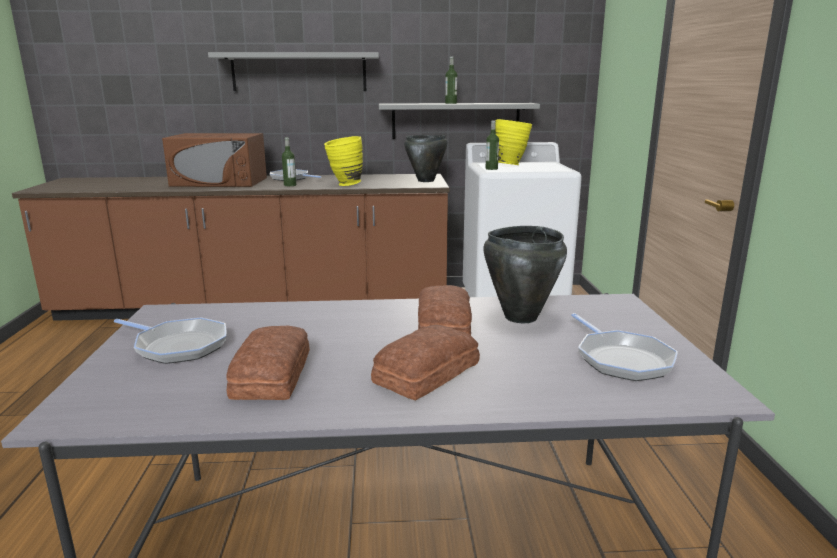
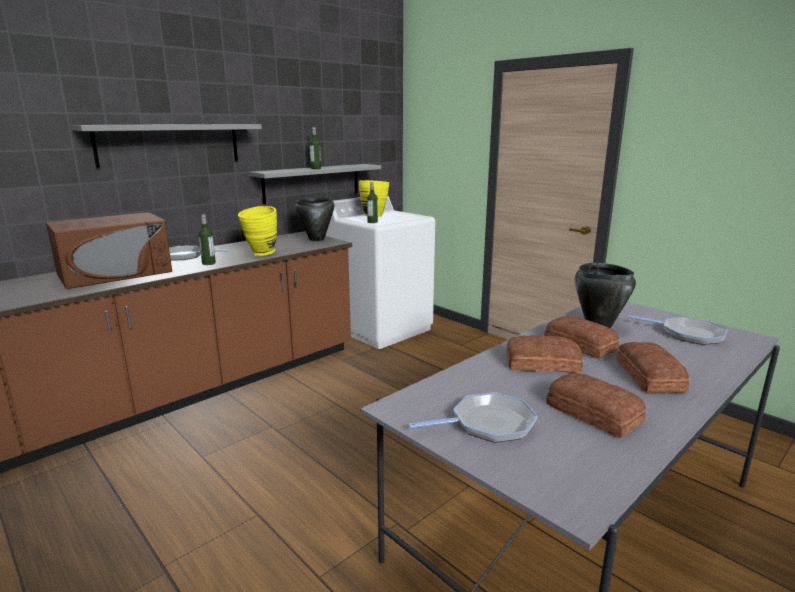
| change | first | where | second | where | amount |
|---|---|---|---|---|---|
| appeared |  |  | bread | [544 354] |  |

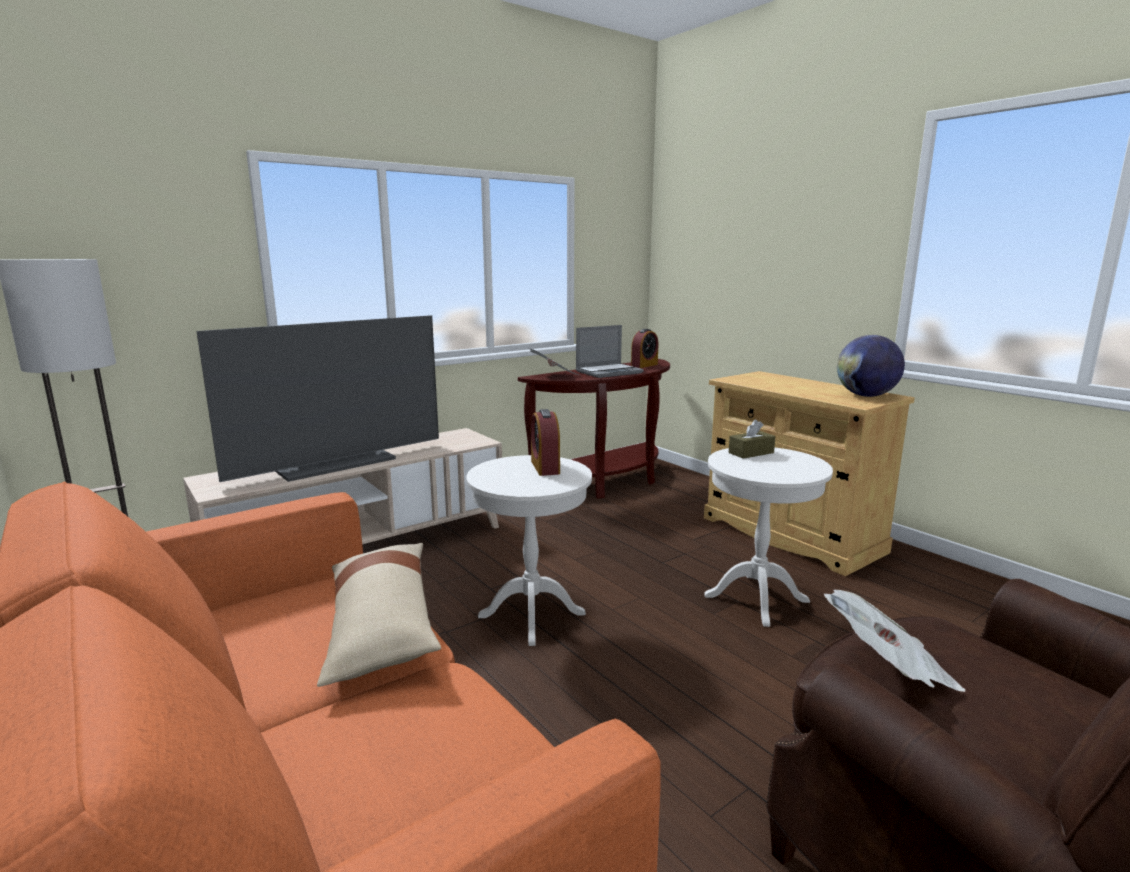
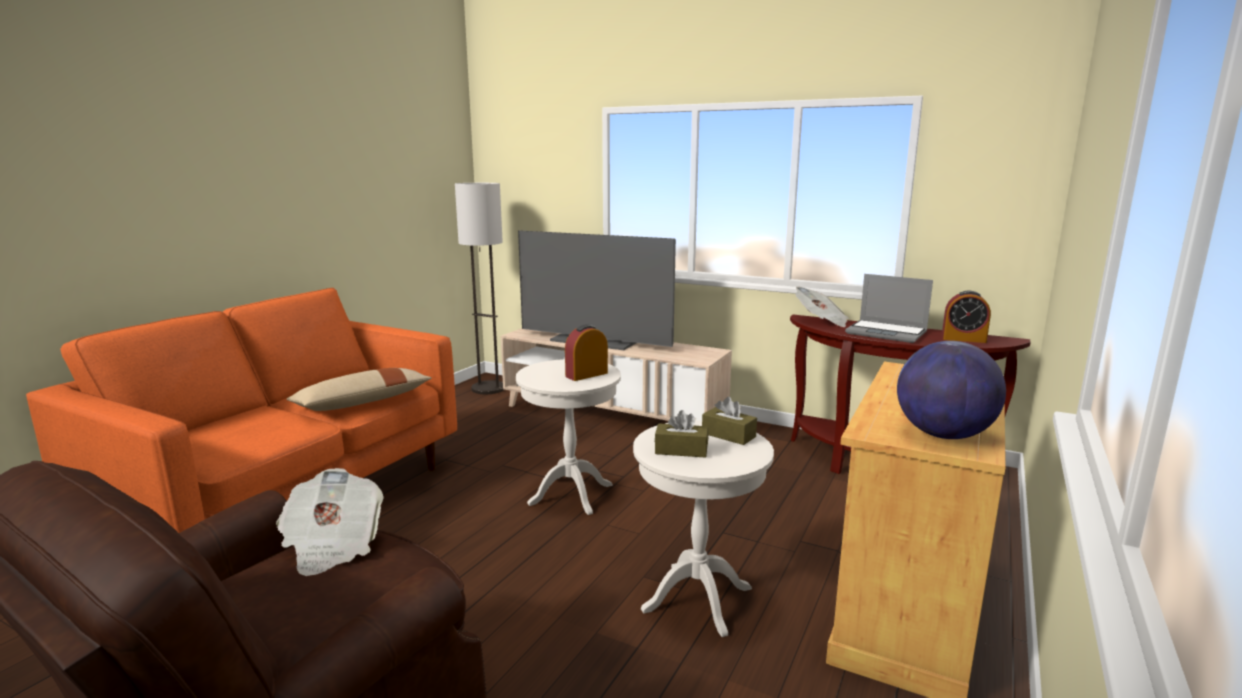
| change | first | where | second | where | amount |
|---|---|---|---|---|---|
| appeared |  |  | brown tissue box | [681 434] |  |

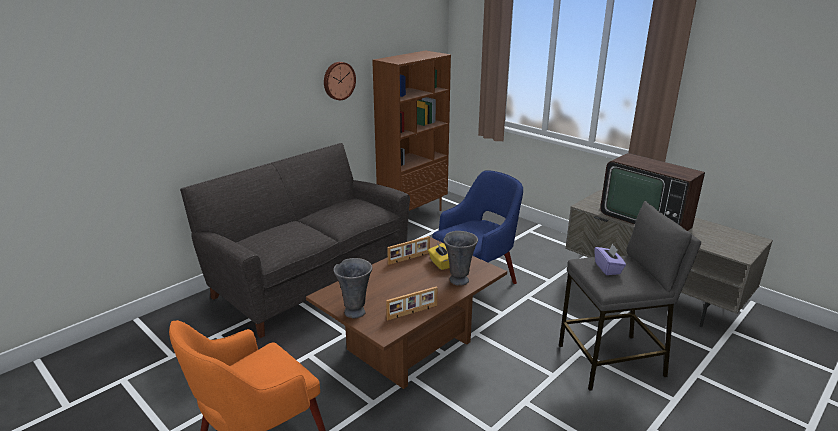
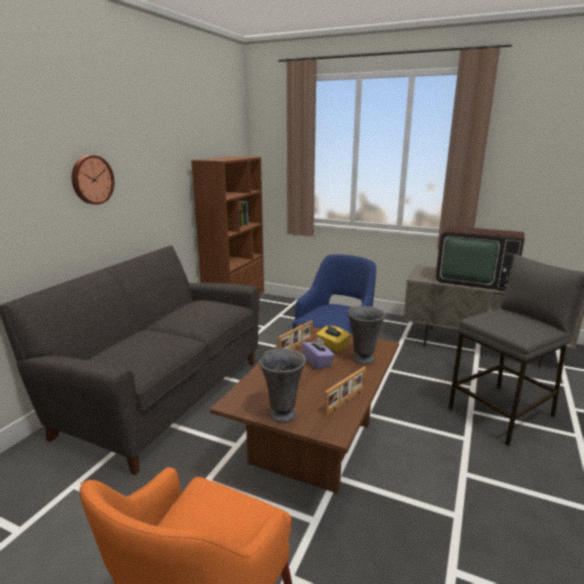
| change | first | where | second | where | amount |
|---|---|---|---|---|---|
| relocated | wall clock | [340 81] |  | [93 180] |  |
| relocated | purple tissue box | [610 259] |  | [318 353] |  |

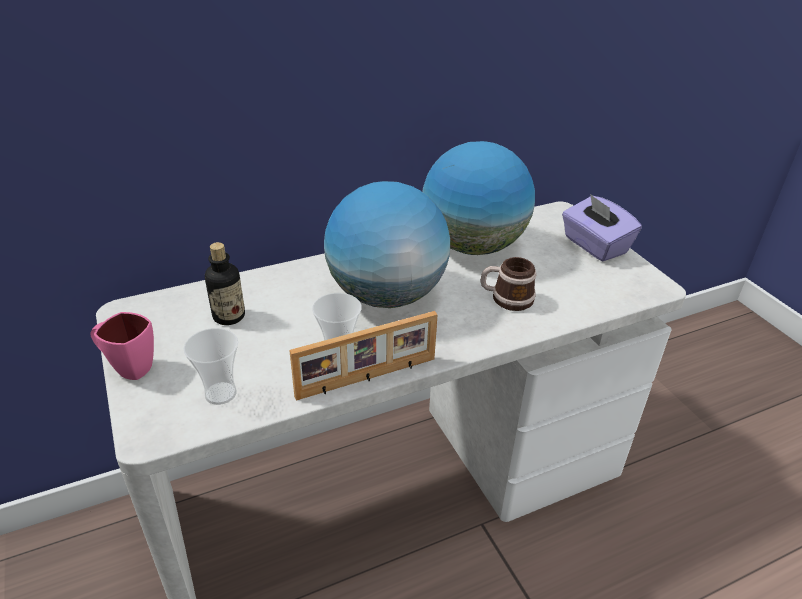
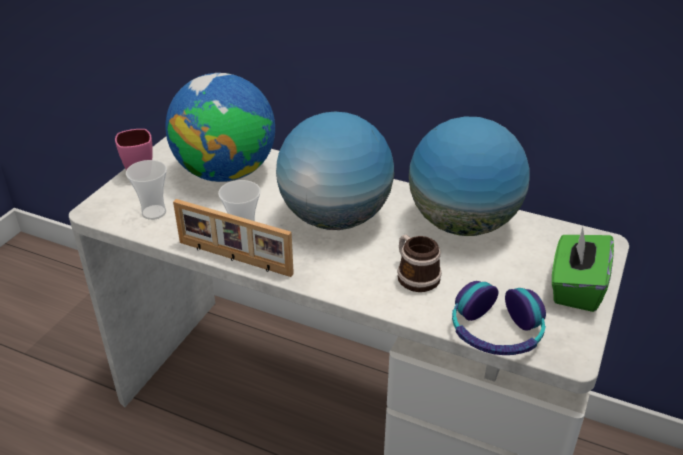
| change | first | where | second | where | amount |
|---|---|---|---|---|---|
| exchanged | bottle | [225 283] | globe | [220 127] |  |
| colour | purple tissue box | [602 228] | green tissue box | [583 269] |  |
| appeared |  |  | headphones | [499 318] |  |

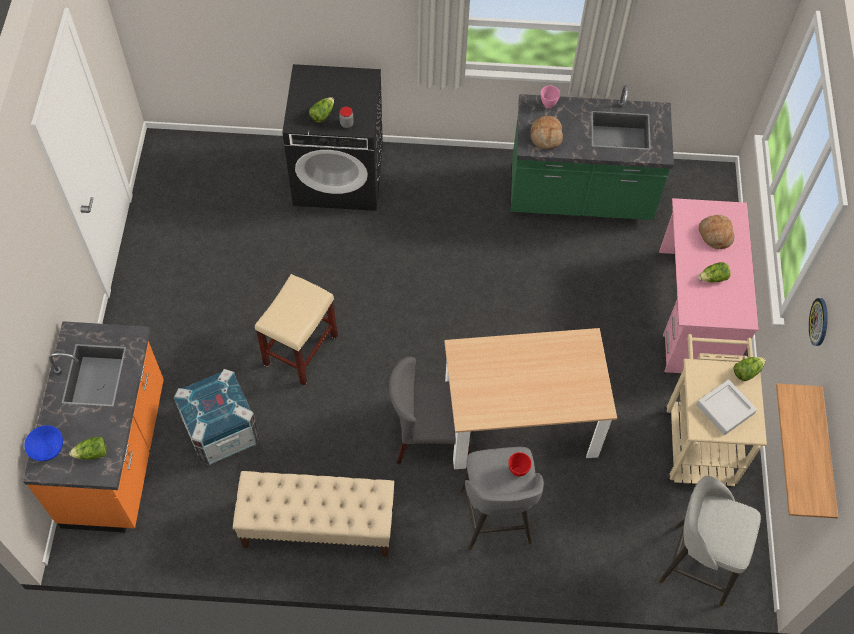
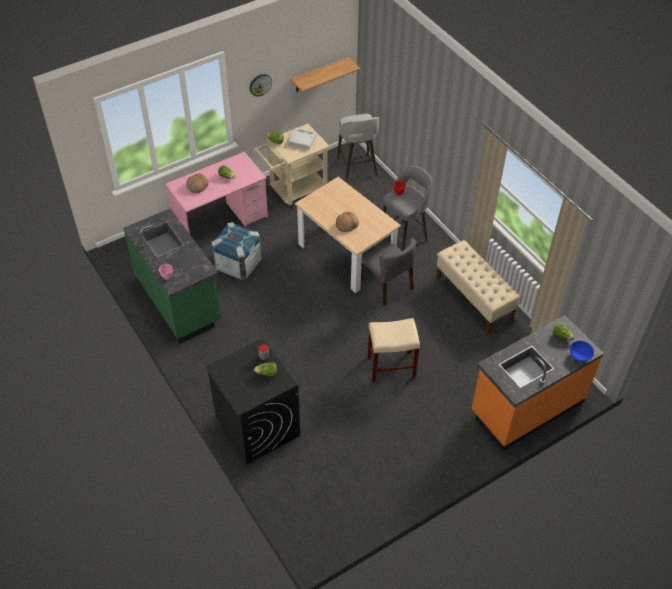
| change | first | where | second | where | amount |
|---|---|---|---|---|---|
| relocated | crate | [217 417] |  | [236 251] |  |
| relocated | bread | [547 132] |  | [347 221] |  |

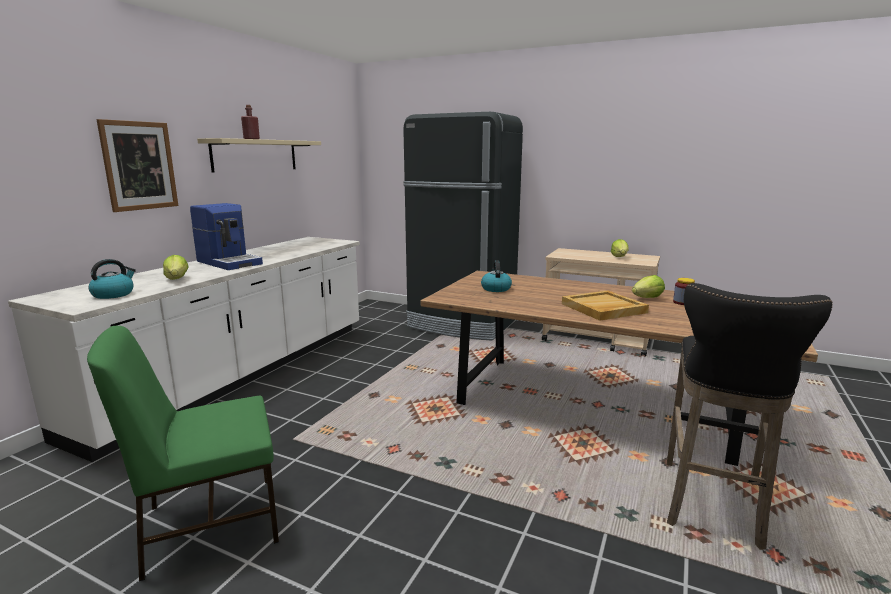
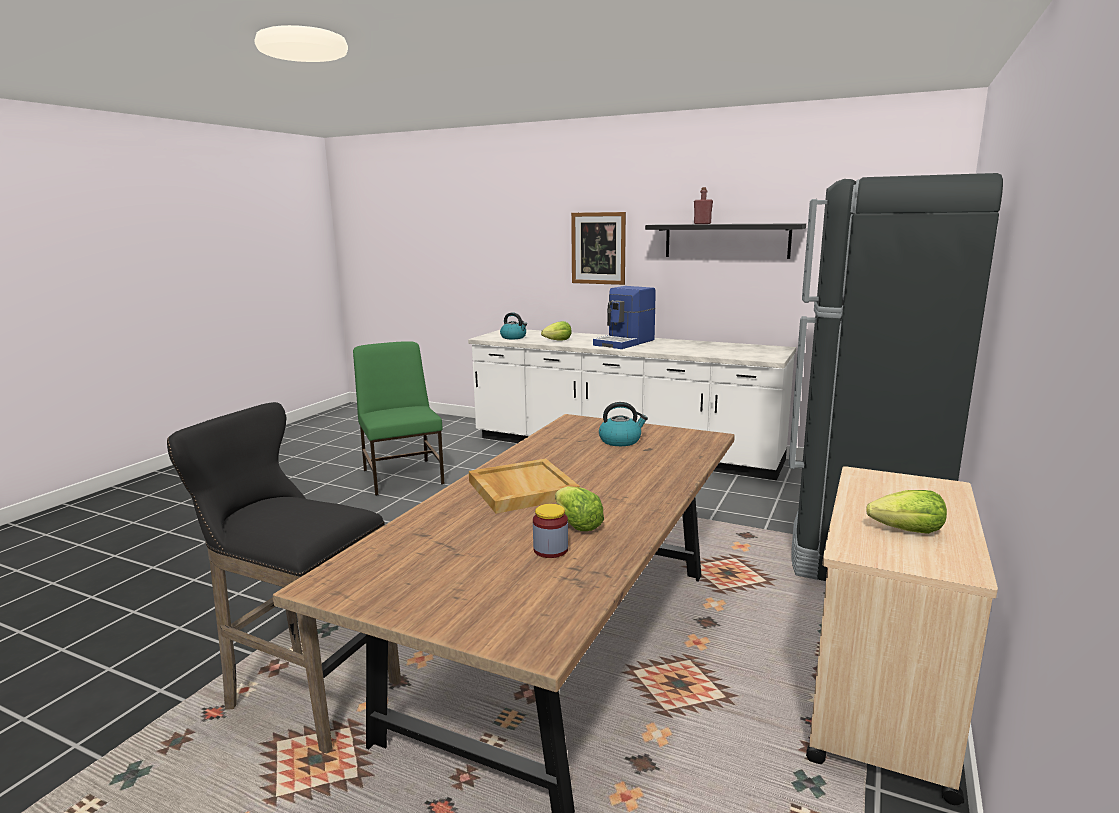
| change | first | where | second | where | amount |
|---|---|---|---|---|---|
| colour | beige shelf | [259 155] | black shelf | [725 241] |  |

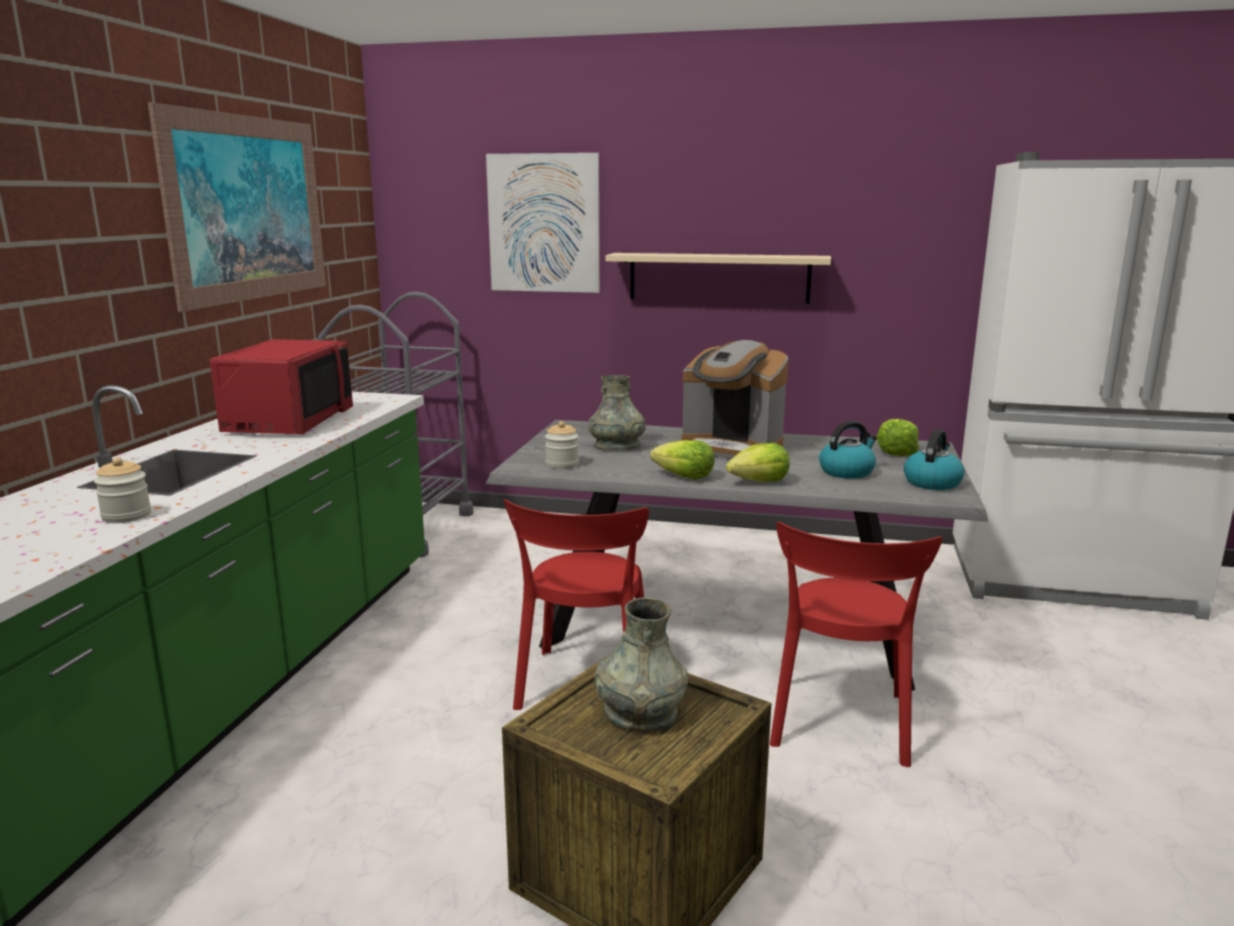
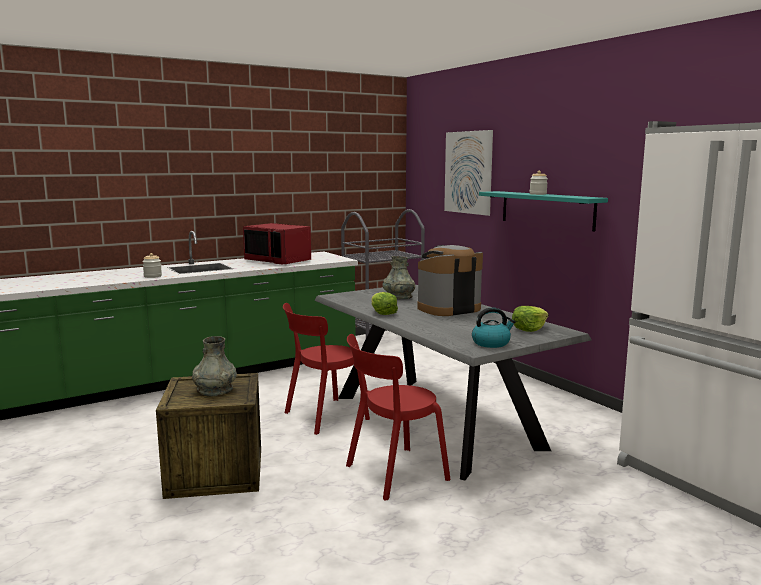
| change | first | where | second | where | amount |
|---|---|---|---|---|---|
| missing | picture | [237 207] |  |  |  |
| spun | red microwave | [281 387] |  | [277 243] | 75 degrees clockwise |
| relocated | jar | [562 445] |  | [539 183] |  |
| colour | beige shelf | [718 278] | turquoise shelf | [543 211] |  |
| spun | coffee machine | [735 399] |  | [450 280] | 75 degrees clockwise |
| missing | lettuce | [758 462] |  |  |  |
| missing | kettle | [848 450] |  |  |  |

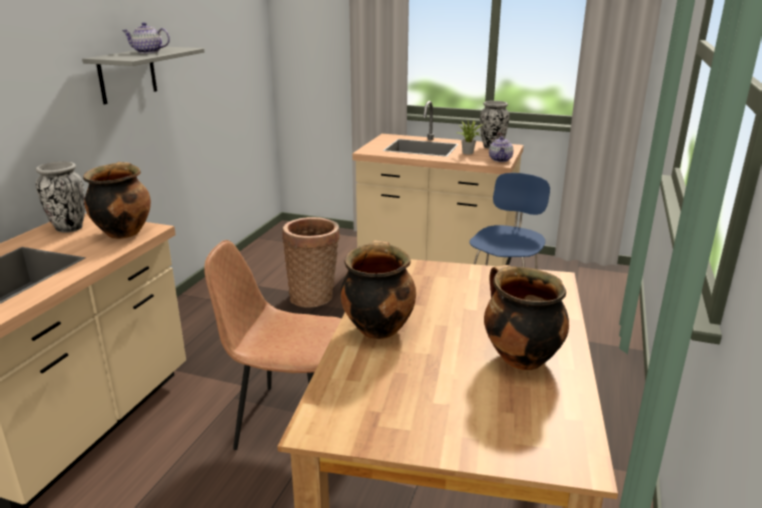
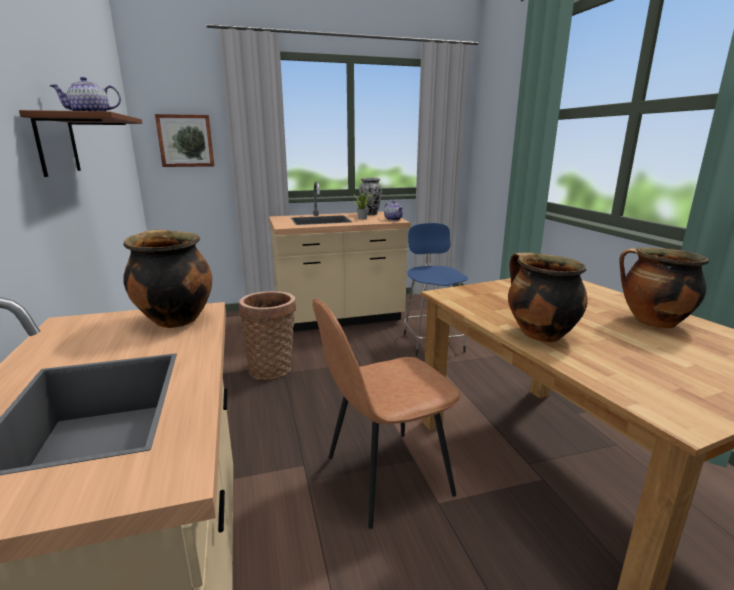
| change | first | where | second | where | amount |
|---|---|---|---|---|---|
| missing | vase | [60 197] |  |  |  |
| colour | grey shelf | [143 75] | brown shelf | [80 143] |  |
| appeared |  |  | picture | [184 140] |  |

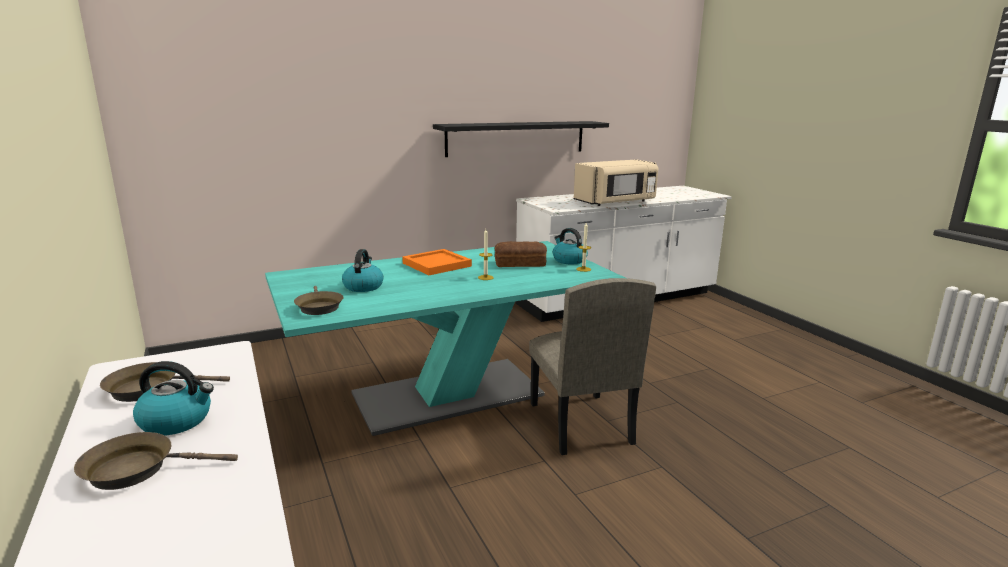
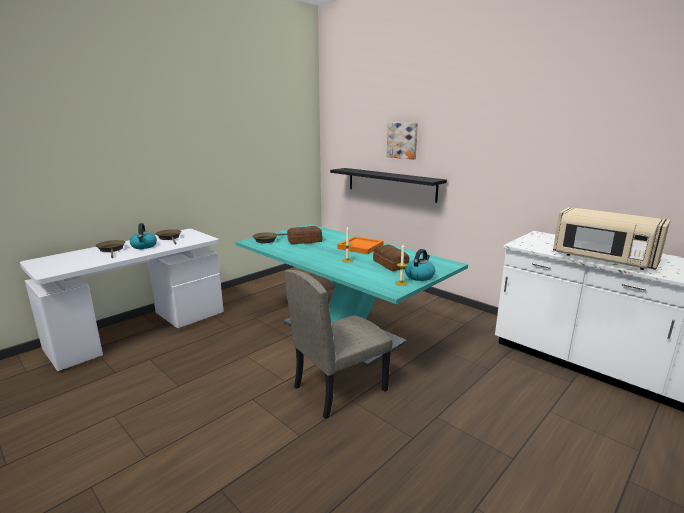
| change | first | where | second | where | amount |
|---|---|---|---|---|---|
| exchanged | kettle | [363 270] | bread | [305 235] |  |
| relocated | black shelf | [521 139] |  | [388 185] |  |
| appeared |  |  | picture | [402 141] |  |

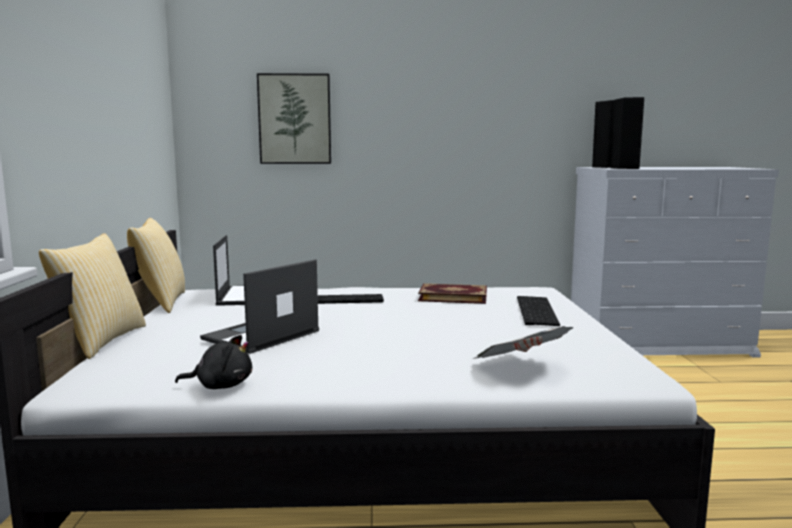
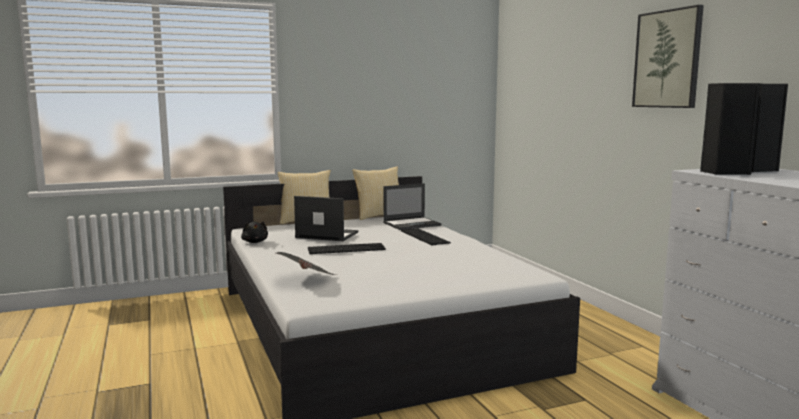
| change | first | where | second | where | amount |
|---|---|---|---|---|---|
| relocated | picture | [294 118] |  | [668 56] |  |
| missing | book | [452 293] |  |  |  |
| relocated | keyboard | [538 311] |  | [347 248] |  |

